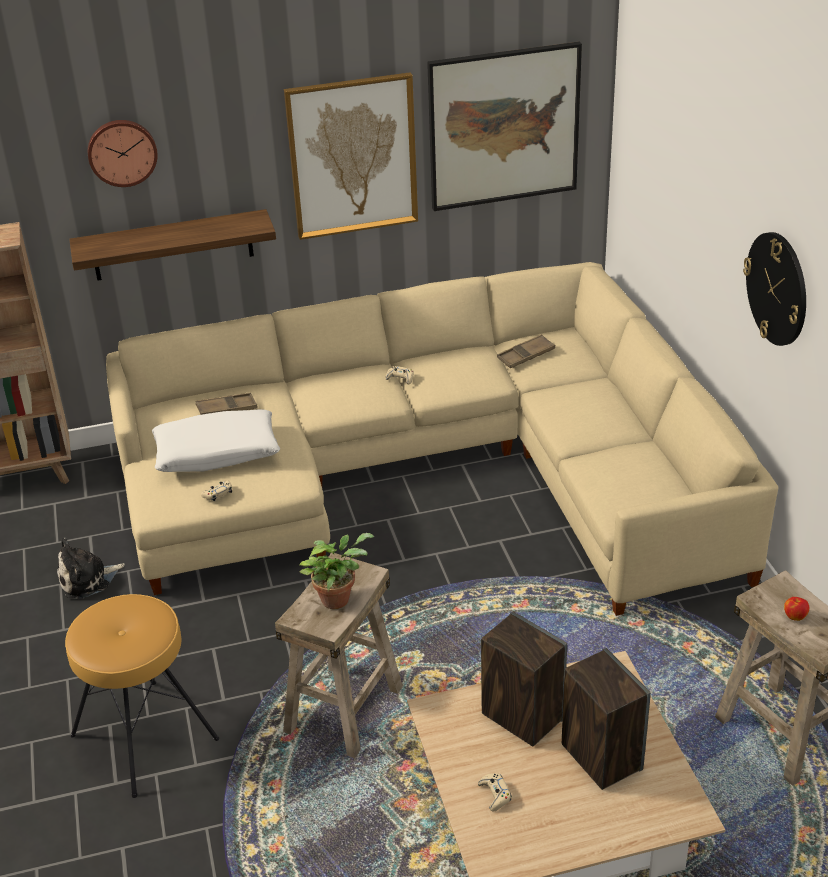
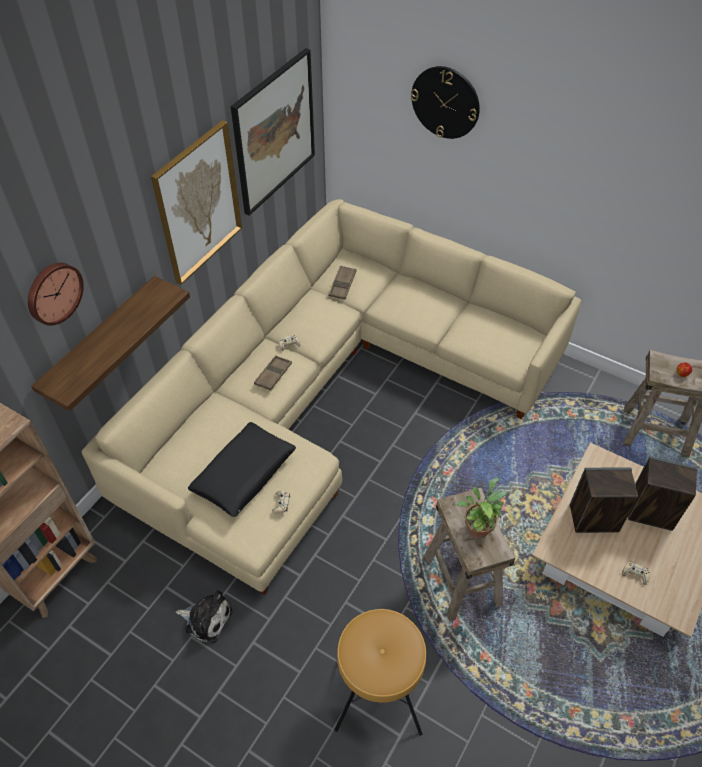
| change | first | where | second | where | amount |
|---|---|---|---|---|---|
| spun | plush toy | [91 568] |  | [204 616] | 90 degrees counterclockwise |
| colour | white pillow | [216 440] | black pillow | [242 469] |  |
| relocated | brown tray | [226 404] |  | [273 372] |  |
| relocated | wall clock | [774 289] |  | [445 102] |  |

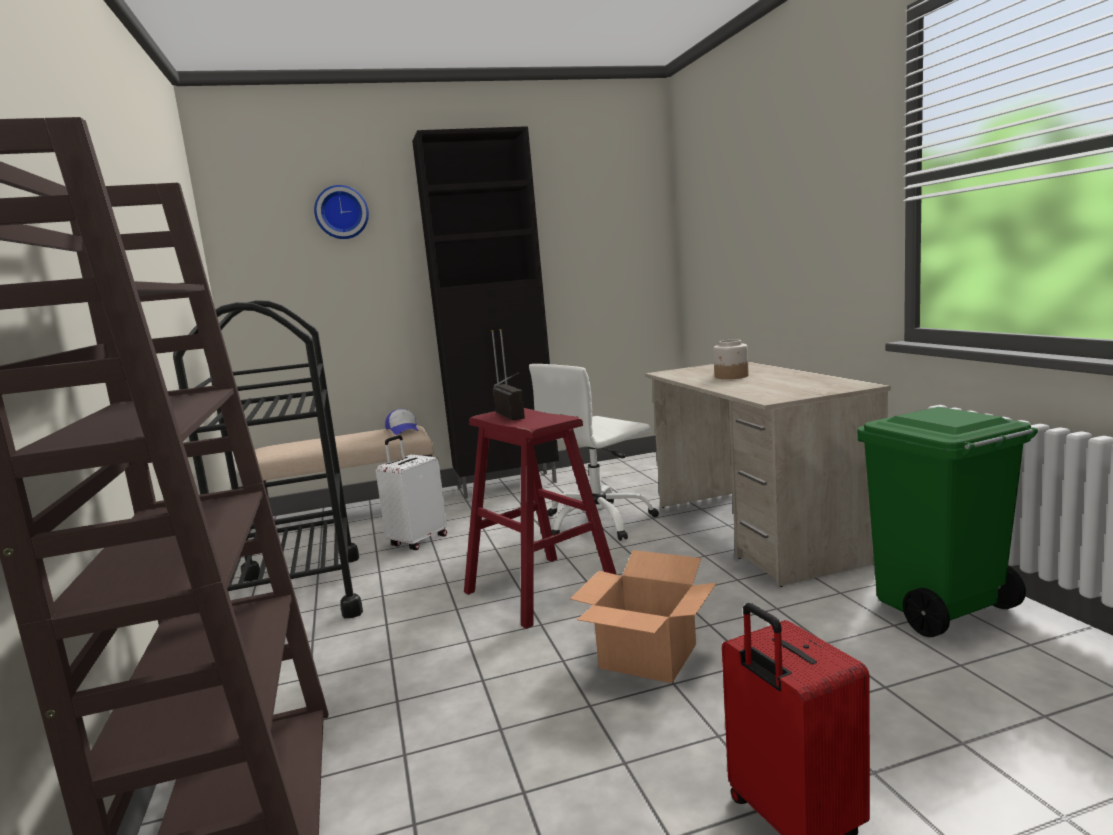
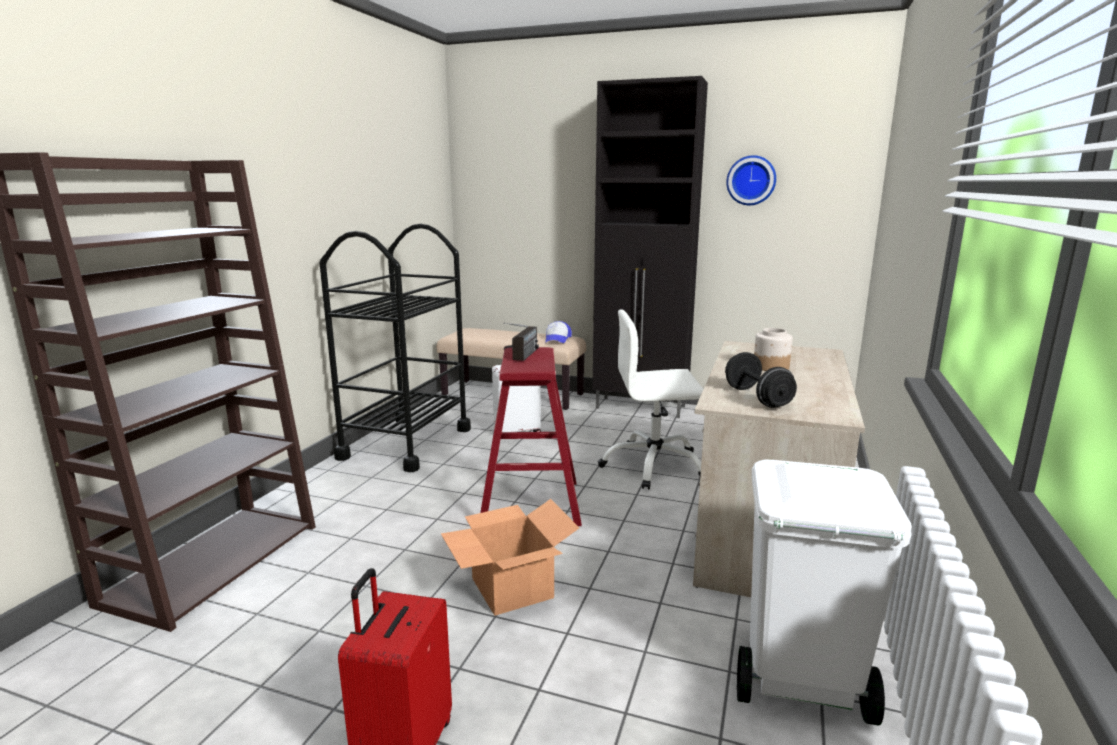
| change | first | where | second | where | amount |
|---|---|---|---|---|---|
| relocated | wall clock | [341 212] |  | [751 180] |  |
| colour | green trash can | [947 522] | white trash can | [824 593] |  |
| appeared |  |  | black dumbbell | [761 380] |  |

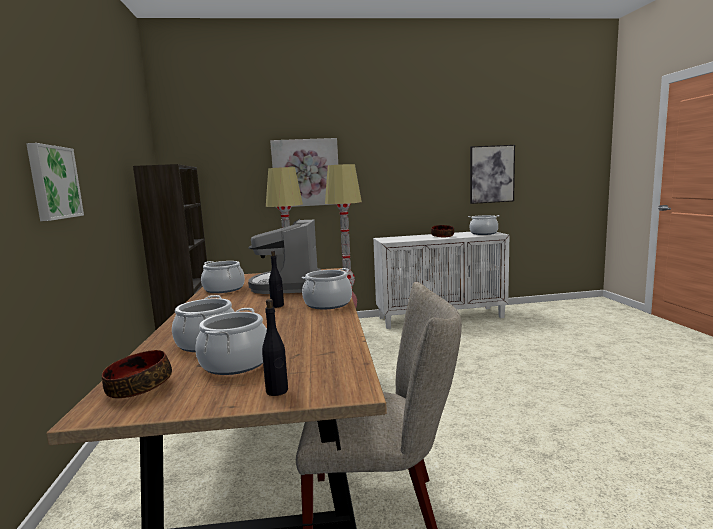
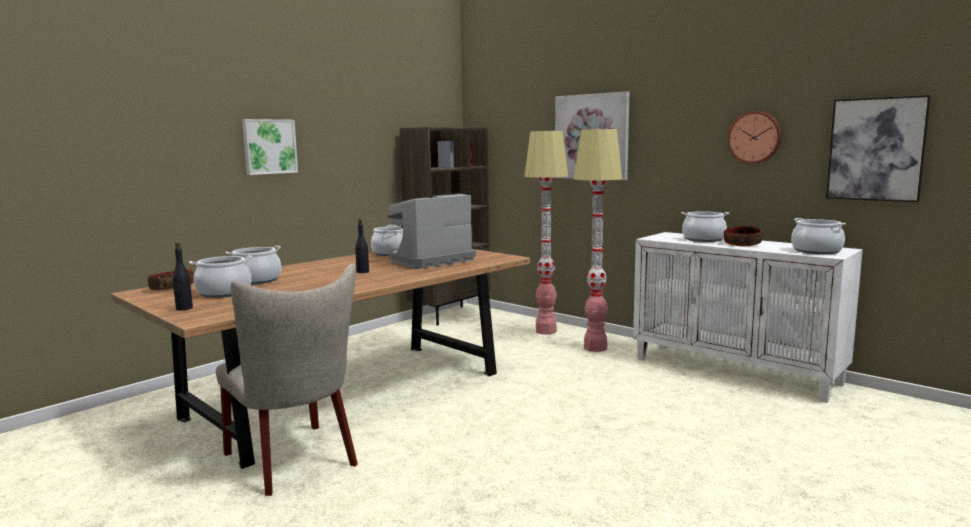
| change | first | where | second | where | amount |
|---|---|---|---|---|---|
| relocated | cooking pot | [327 288] |  | [705 226] |  |
| appeared |  |  | wall clock | [754 137] |  |

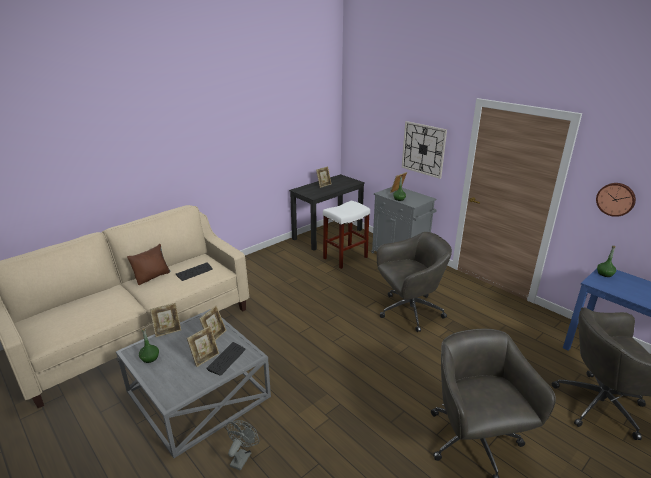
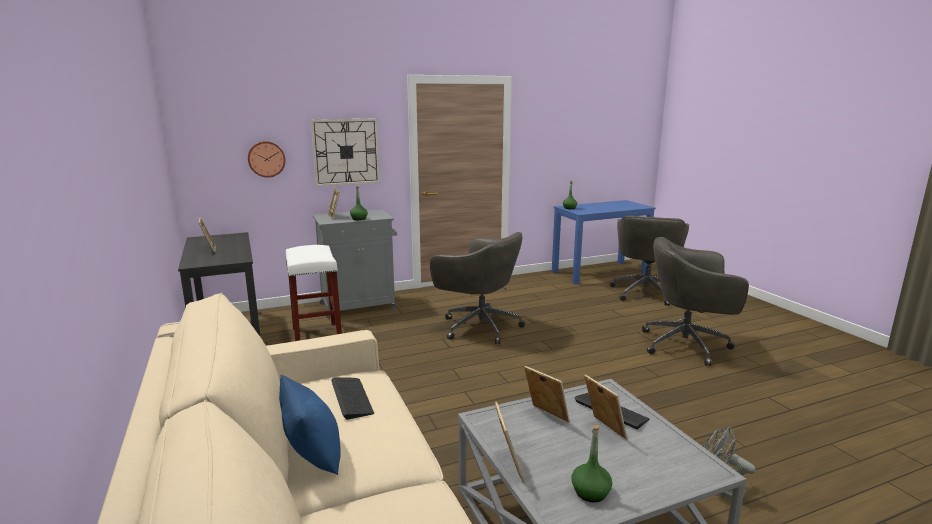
| change | first | where | second | where | amount |
|---|---|---|---|---|---|
| colour | brown pillow | [148 264] | blue pillow | [310 425] |  |
| spun | grey office chair | [414 282] |  | [477 288] | 120 degrees clockwise |
| relocated | wall clock | [616 200] |  | [267 159] |  |

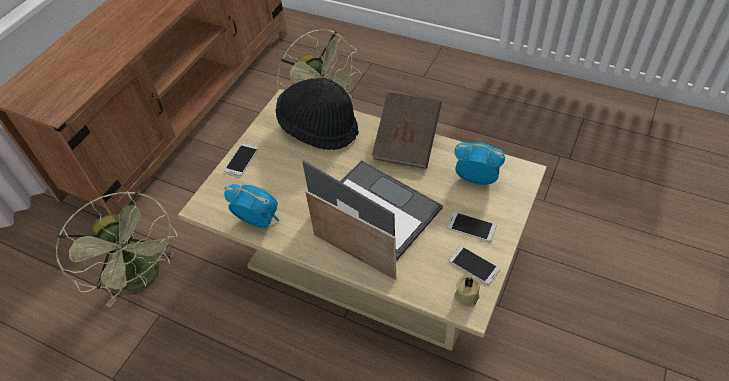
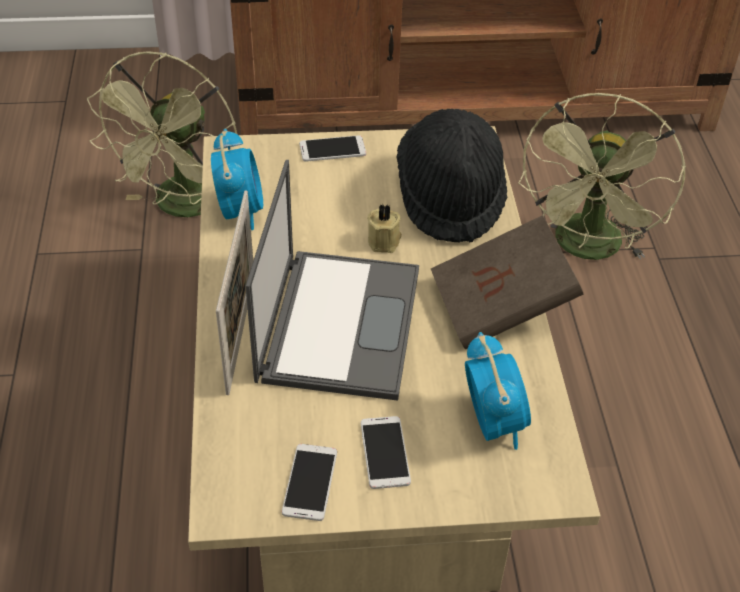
| change | first | where | second | where | amount |
|---|---|---|---|---|---|
| relocated | beige candle | [467 291] |  | [384 228] |  |

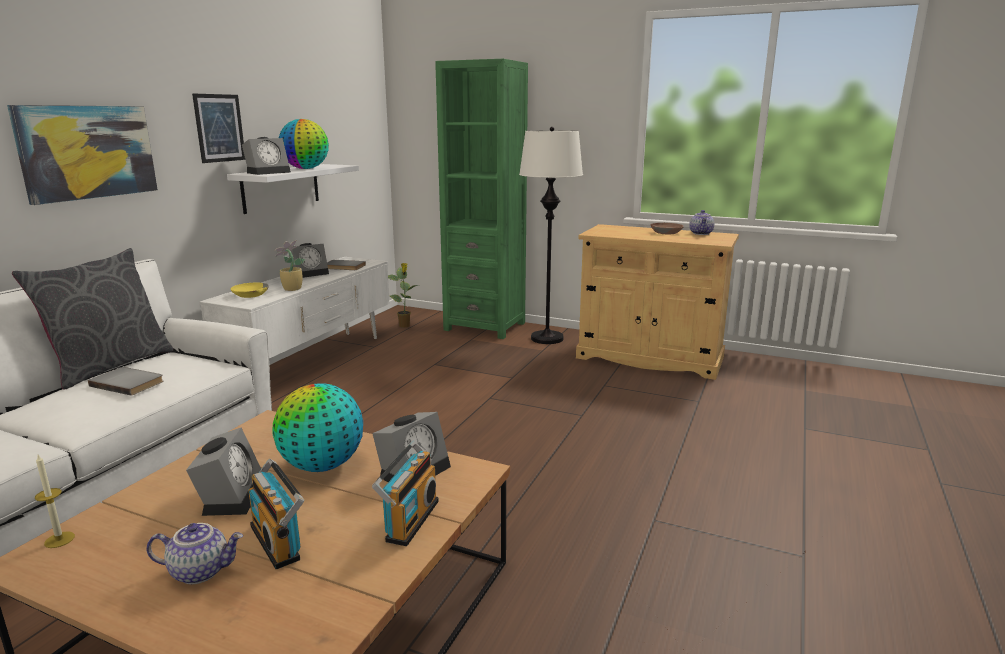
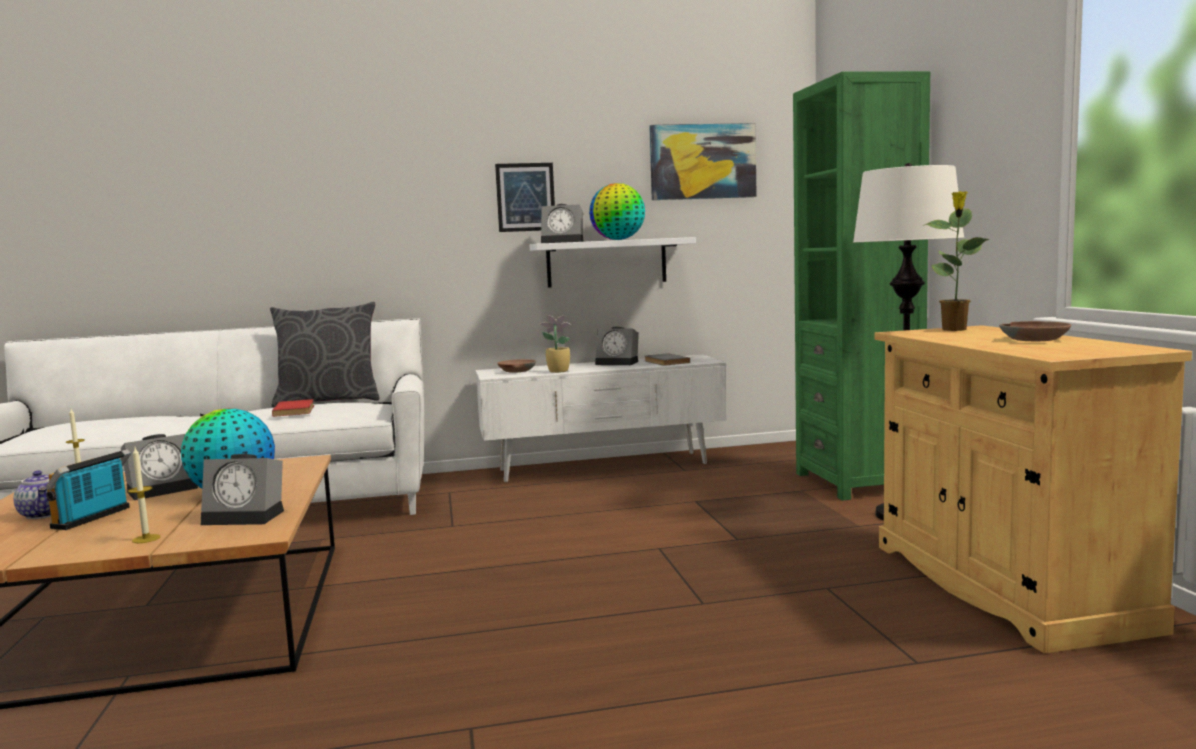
| change | first | where | second | where | amount |
|---|---|---|---|---|---|
| relocated | picture | [82 155] |  | [703 161] |  |
| colour | grey book | [126 381] | red book | [293 408] |  |
| colour | yellow bowl | [250 290] | brown bowl | [516 366] |  |
| exchanged | radio | [405 493] | candle | [144 495] |  |
| relocated | potted plant | [403 295] |  | [957 261] |  |
| missing | teapot | [701 222] |  |  |  |

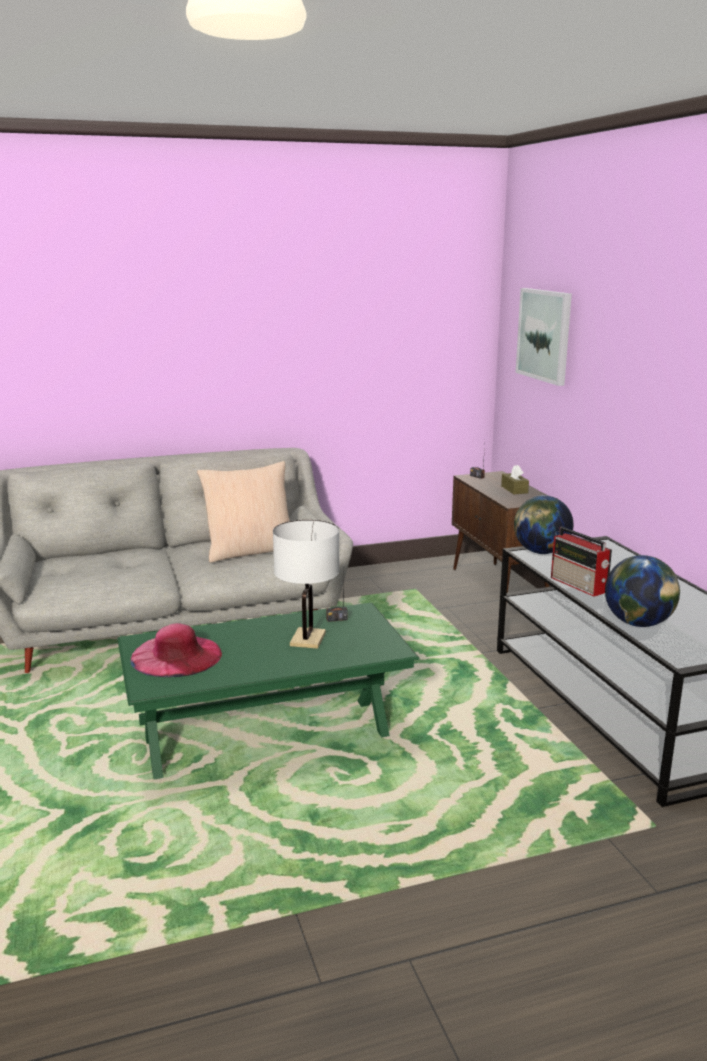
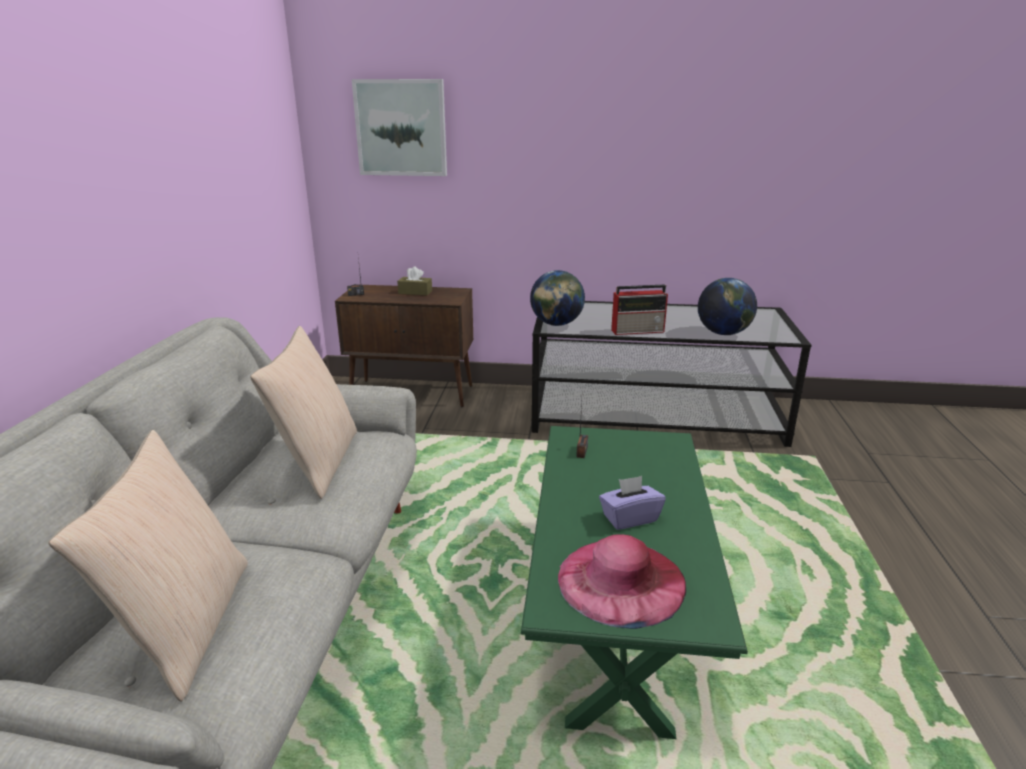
| change | first | where | second | where | amount |
|---|---|---|---|---|---|
| missing | white table lamp | [306 584] |  |  |  |
| appeared |  |  | beige pillow | [148 566] |  |
| appeared |  |  | purple tissue box | [632 503] |  |

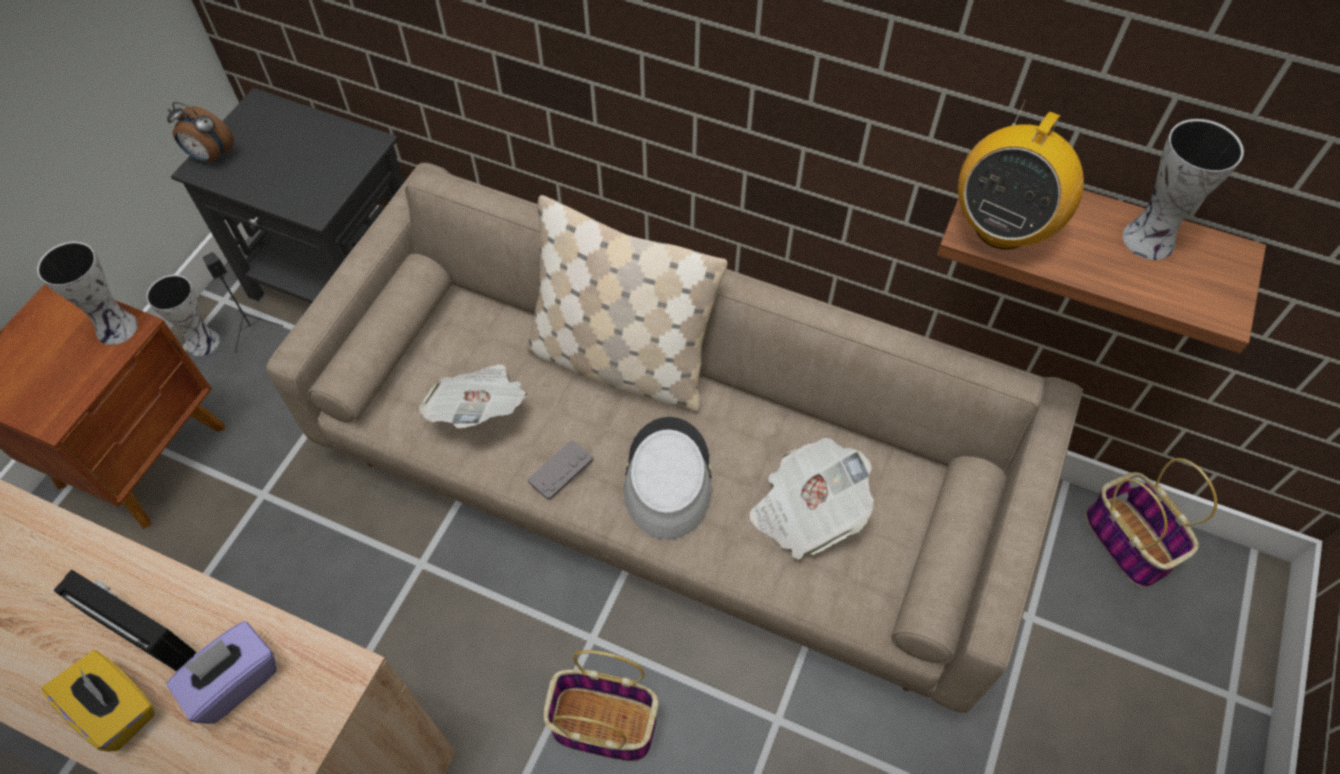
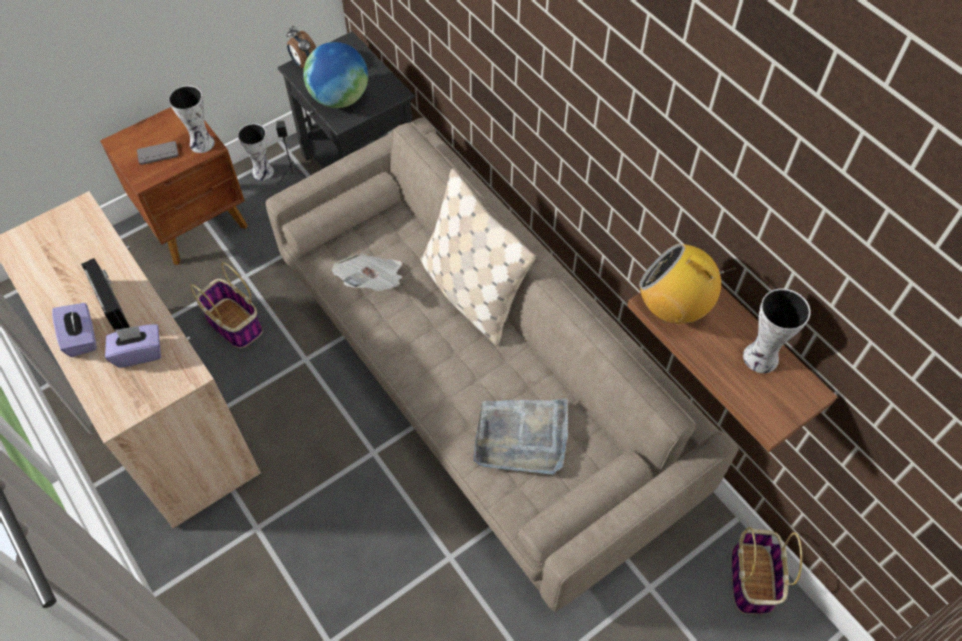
| change | first | where | second | where | amount |
|---|---|---|---|---|---|
| colour | yellow tissue box | [98 701] | purple tissue box | [74 330] |  |
| relocated | grey game controller | [560 470] |  | [158 153] |  |
| relocated | basket | [600 705] |  | [226 305] |  |
| missing | grey hat | [667 478] |  |  |  |
| exchanged | newspaper | [812 499] | grey tray | [521 437] |  |
| spun | radio | [1021 175] |  | [687 283] | 60 degrees clockwise |
| appeared |  |  | globe | [335 75] |  |

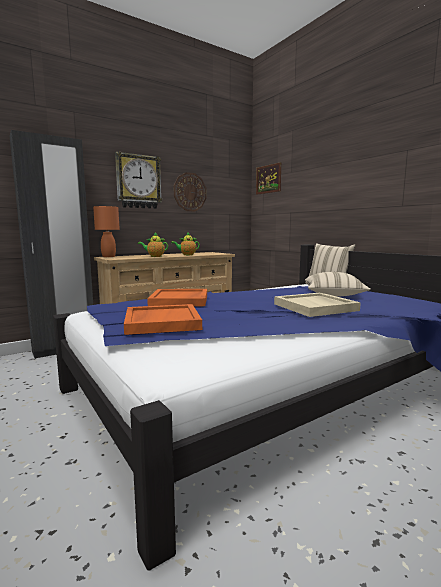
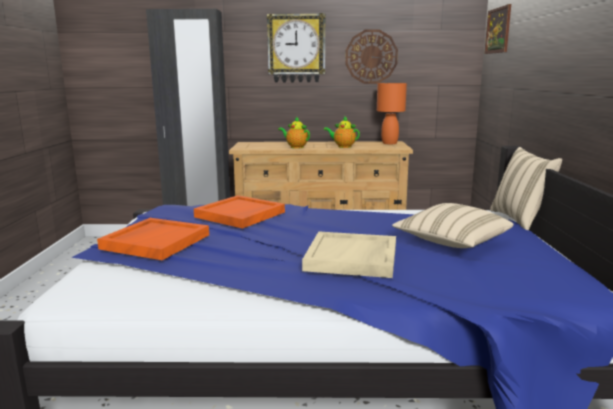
| change | first | where | second | where | amount |
|---|---|---|---|---|---|
| relocated | orange table lamp | [106 231] |  | [392 113] |  |

